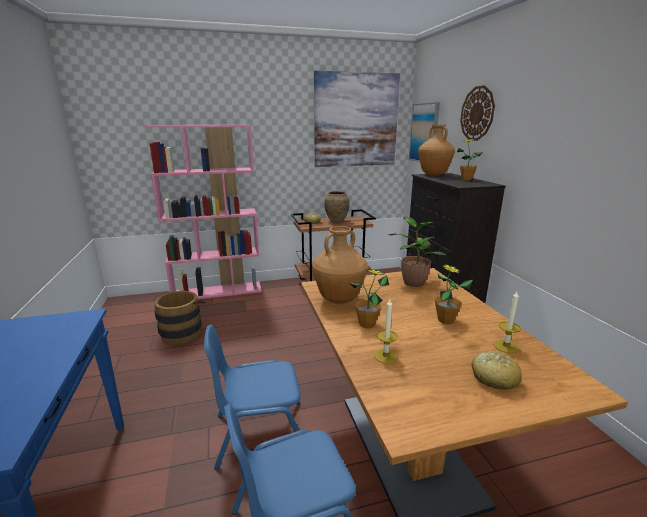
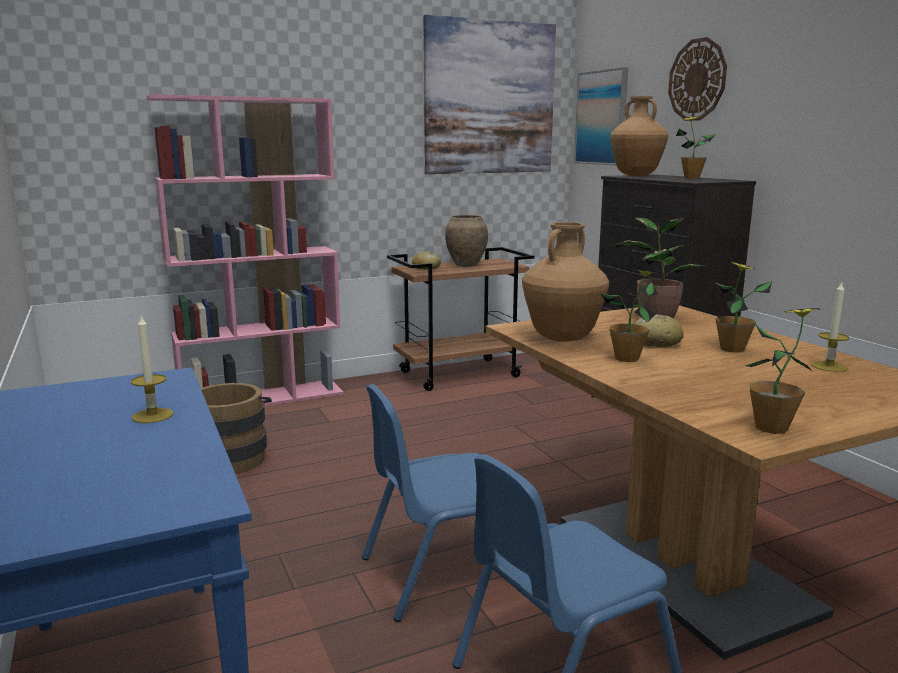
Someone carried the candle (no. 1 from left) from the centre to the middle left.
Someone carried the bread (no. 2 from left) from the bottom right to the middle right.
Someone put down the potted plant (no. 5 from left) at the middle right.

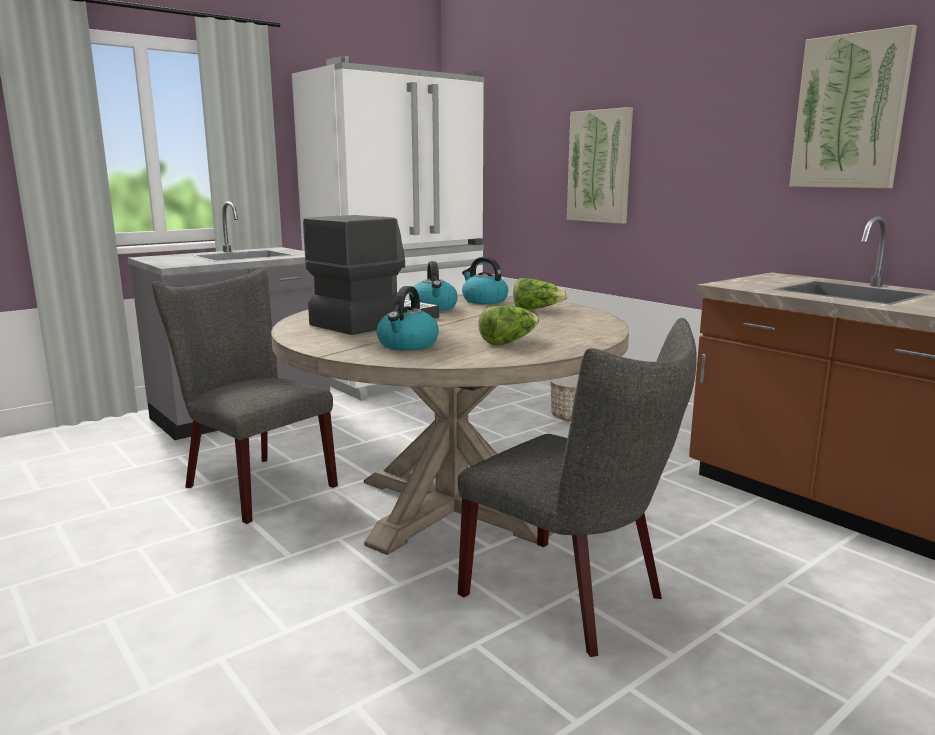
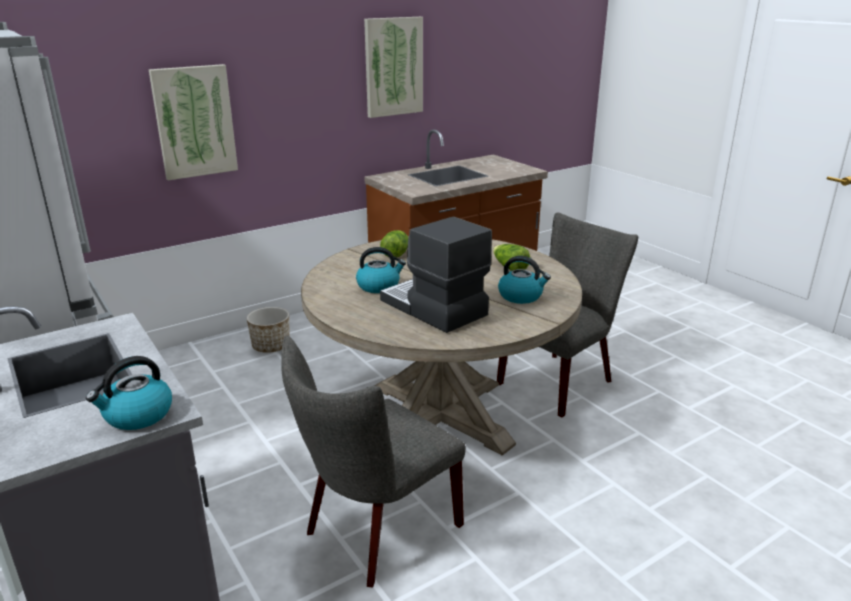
Someone carried the kettle (no. 3 from left in the first image) from the centre to the middle left.

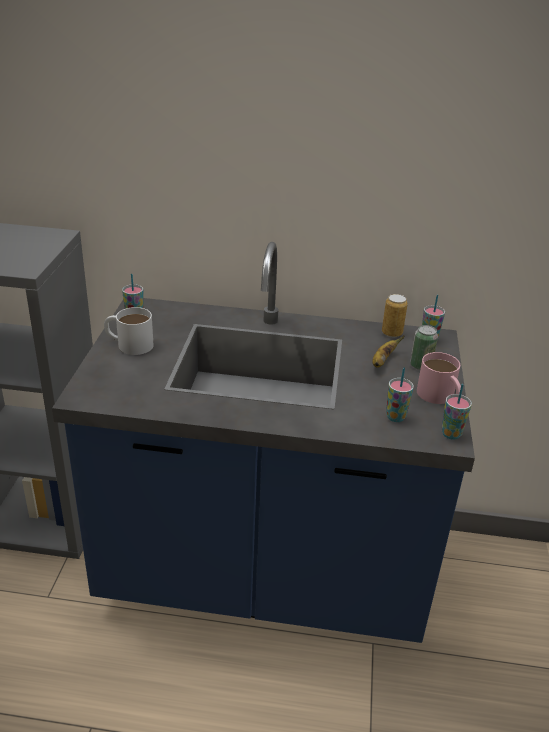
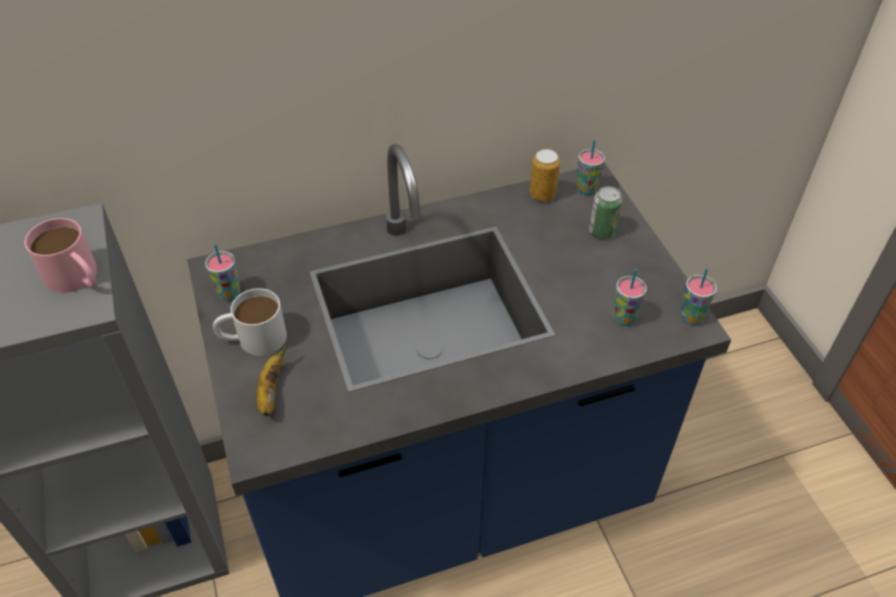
Someone carried the banana from the middle right to the middle left.
Someone carried the pink mug from the middle right to the middle left.

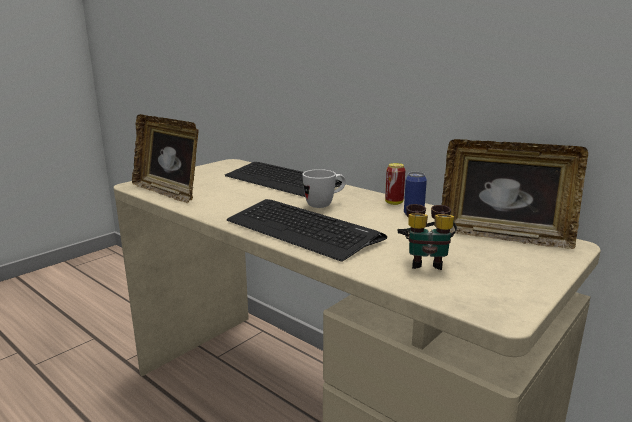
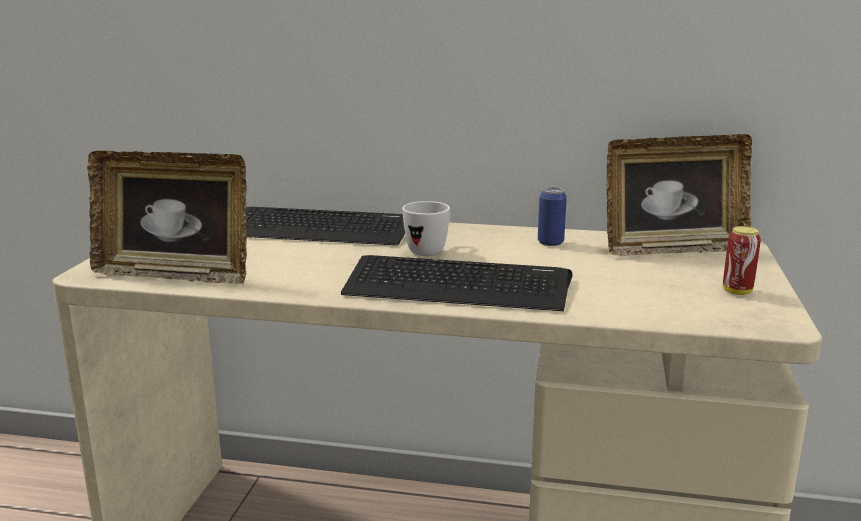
Someone carried the can (no. 1 from left in the first image) from the centre to the middle right.
Someone took away the binoculars at the middle right.

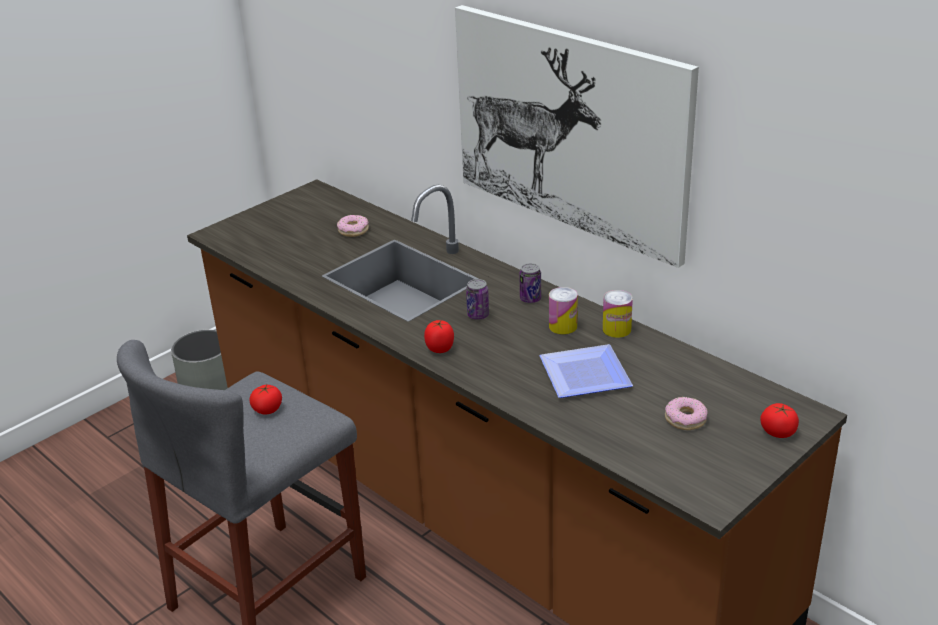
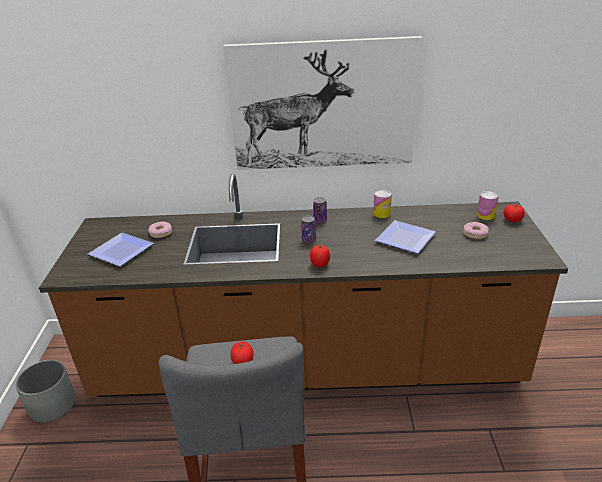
Someone carried the can (no. 3 from left in the first image) from the centre to the middle right.
Someone put down the plate (no. 1 from left) at the middle left.

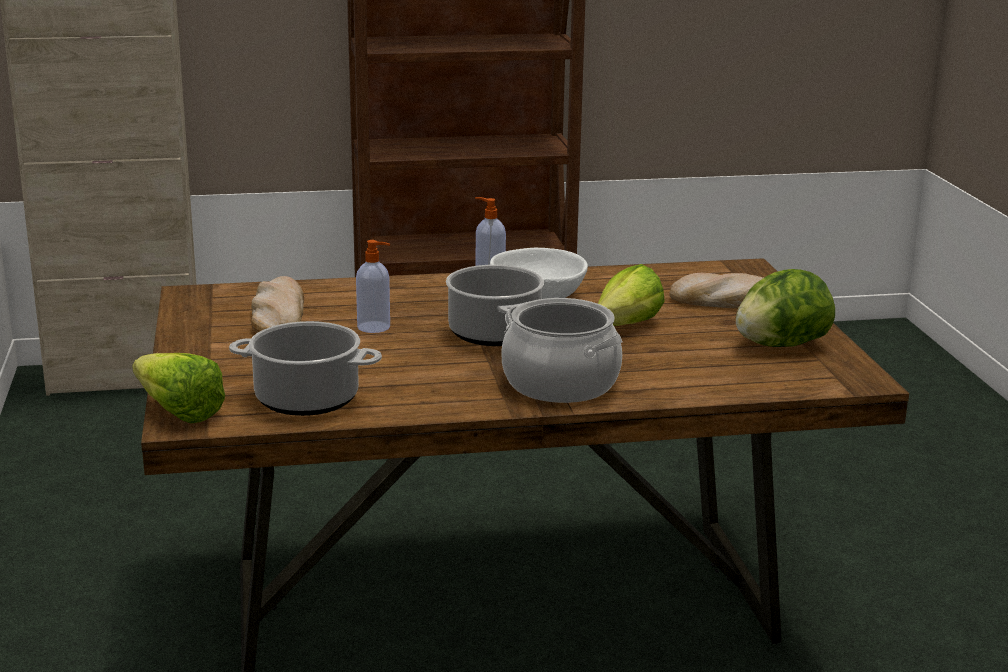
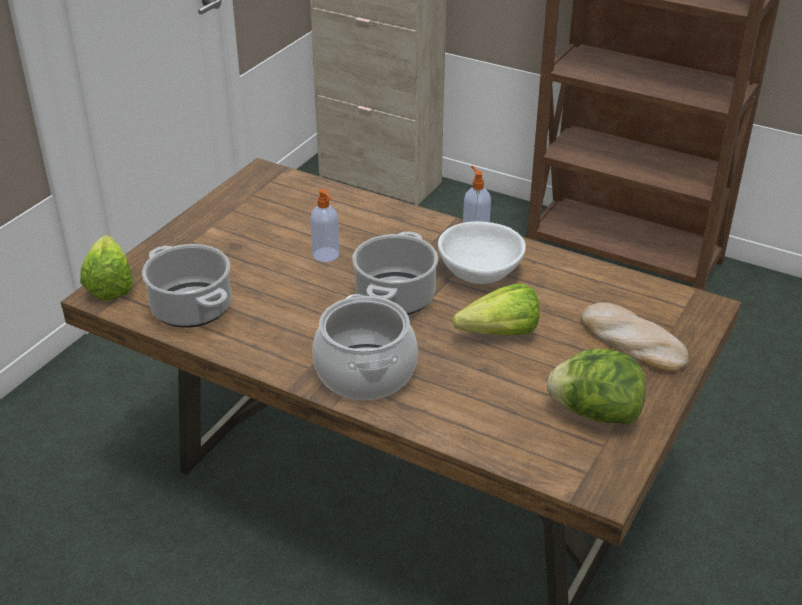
Someone took away the bread (no. 1 from left) at the middle left.

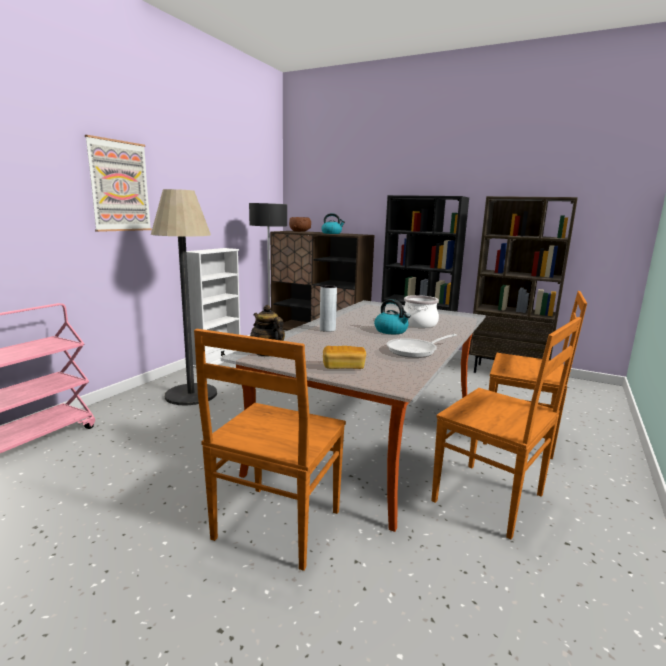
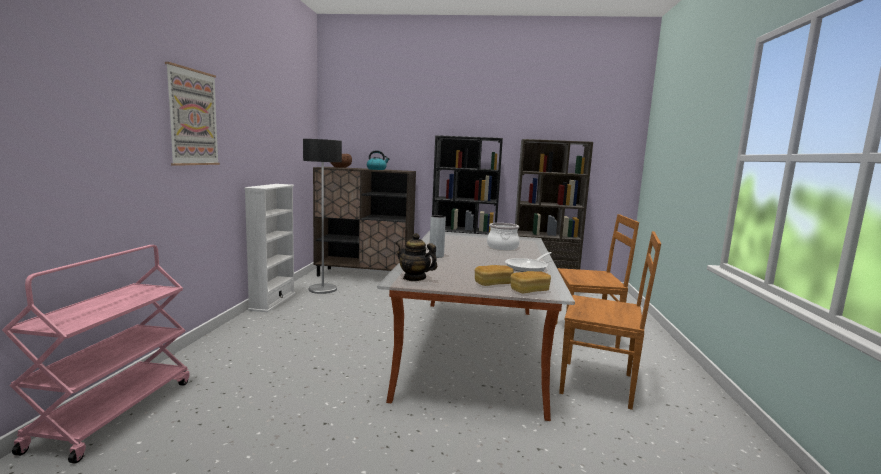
Someone took away the floor lamp (no. 1 from left) at the middle left.
Someone took away the kettle (no. 2 from left) at the centre.
Someone took away the brown chair (no. 1 from left) at the bottom centre.
Someone put down the bread (no. 2 from left) at the centre.

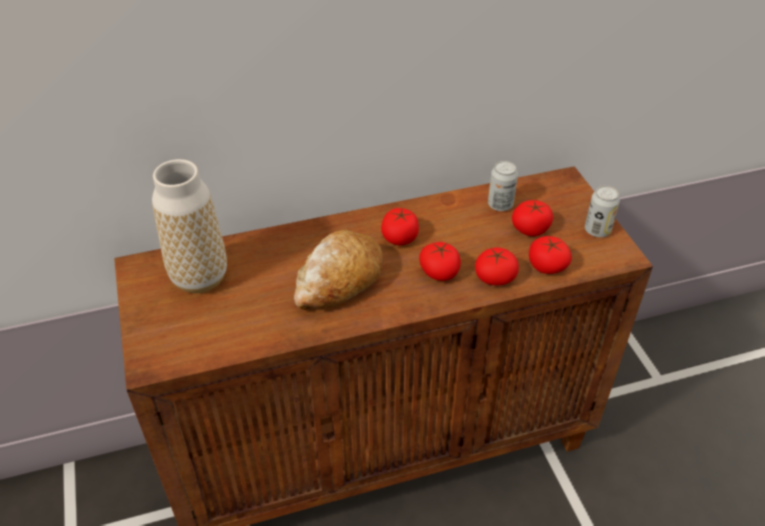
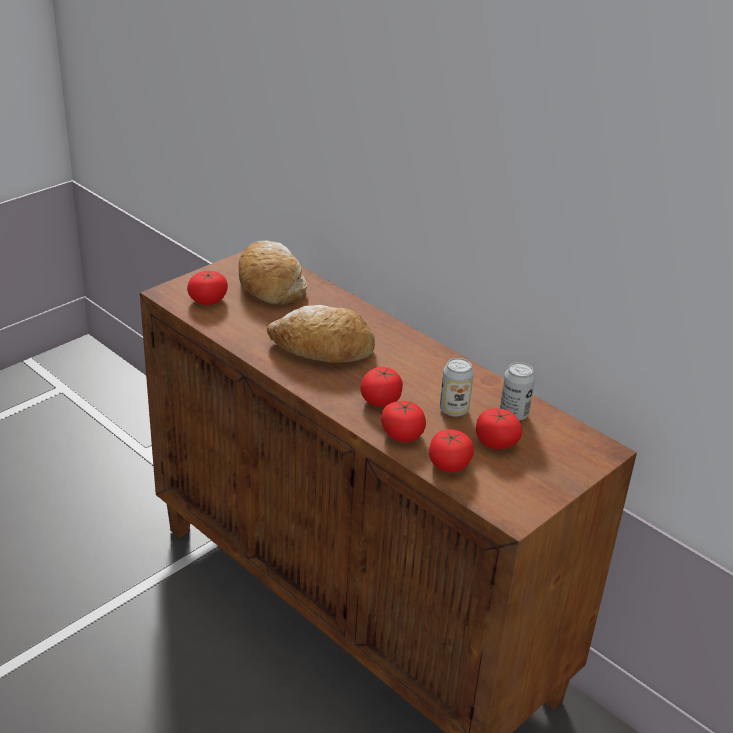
Someone swapped the vase at the middle left for the bread (no. 1 from left) at the centre.
Someone carried the can (no. 2 from left in the first image) from the middle right to the centre.
Someone carried the tomato (no. 1 from left) from the centre to the middle left.

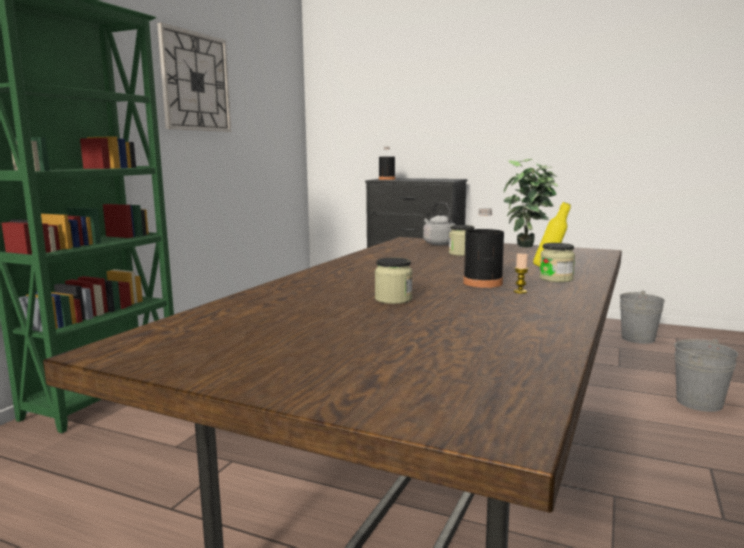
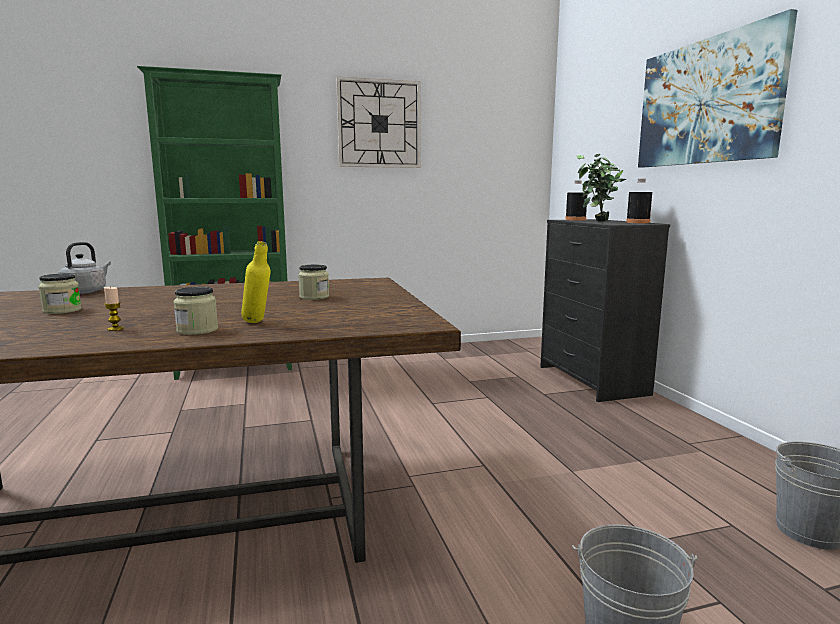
Someone carried the potted plant from the middle right to the top right.
Someone carried the grey kettle from the centre to the middle left.
Someone carried the black bottle (no. 2 from left) from the centre to the top right.
Someone put up the picture at the top right.

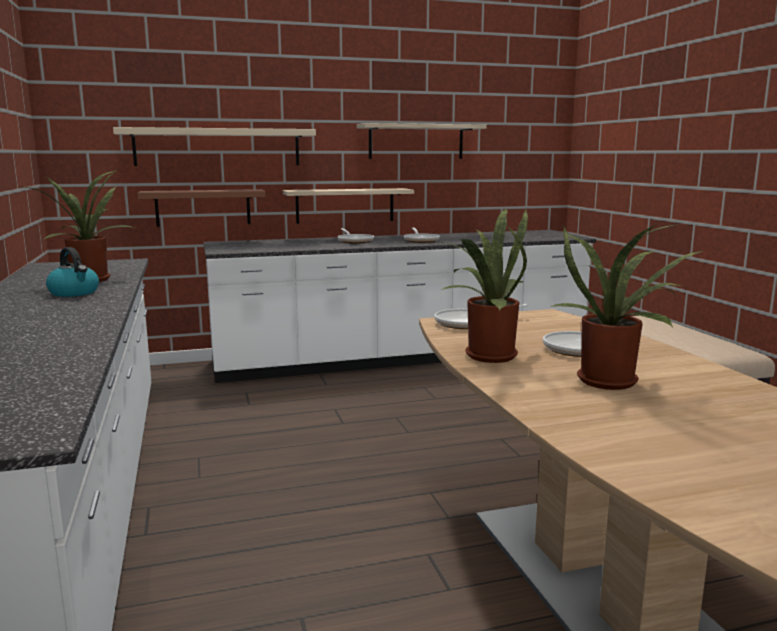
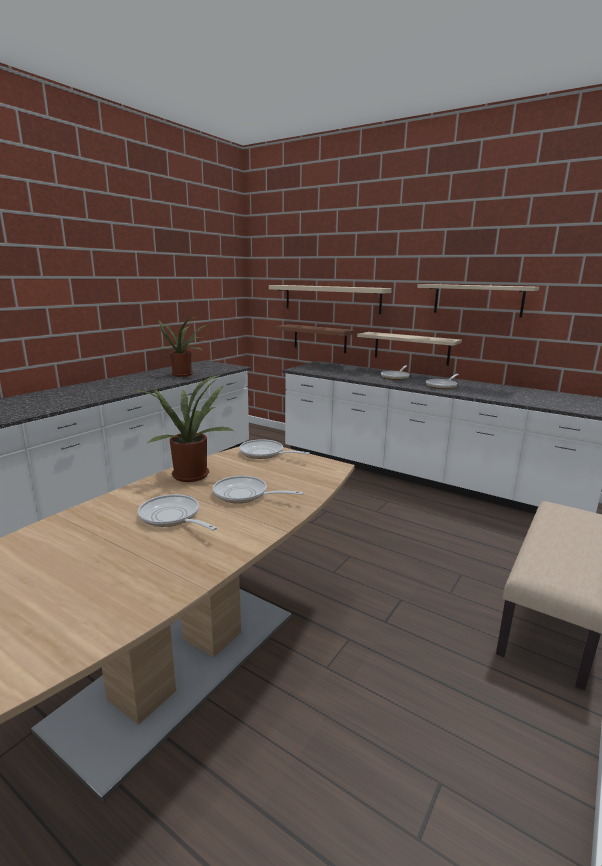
Someone swapped the potted plant (no. 3 from left) at the middle right for the frying pan (no. 1 from left) at the middle left.
Someone took away the kettle at the middle left.

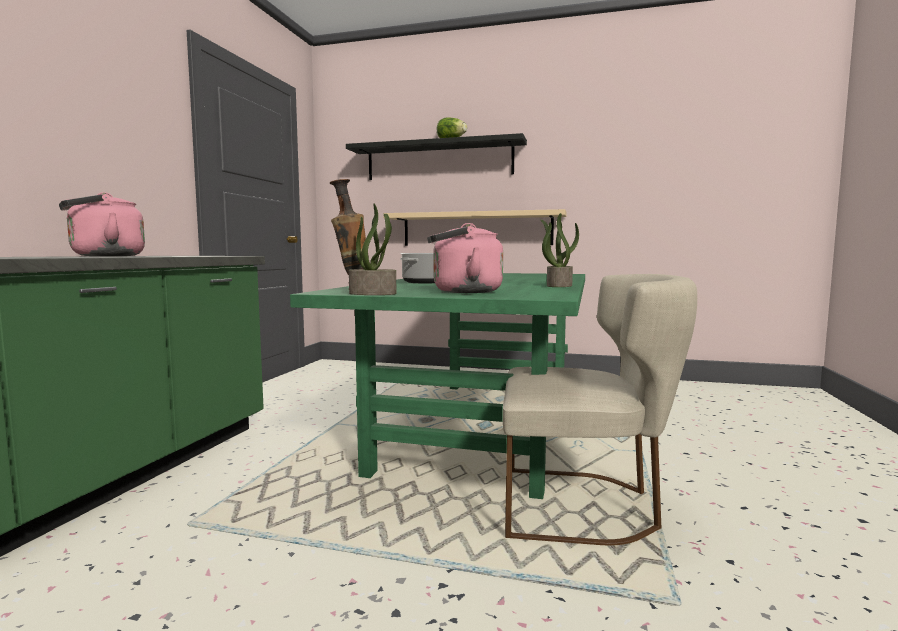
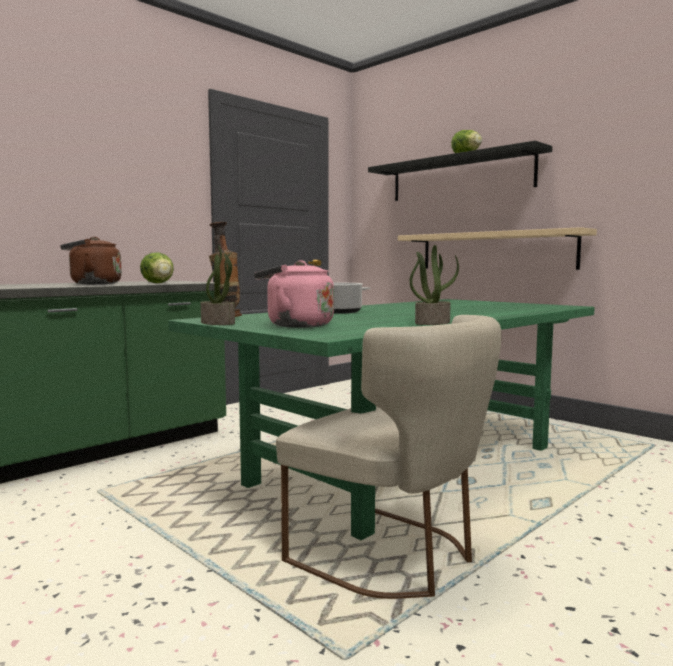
Someone repainted the pink kettle (no. 1 from left) at the middle left, which became the brown kettle at the middle left.
Someone put down the lettuce (no. 1 from left) at the middle left.

